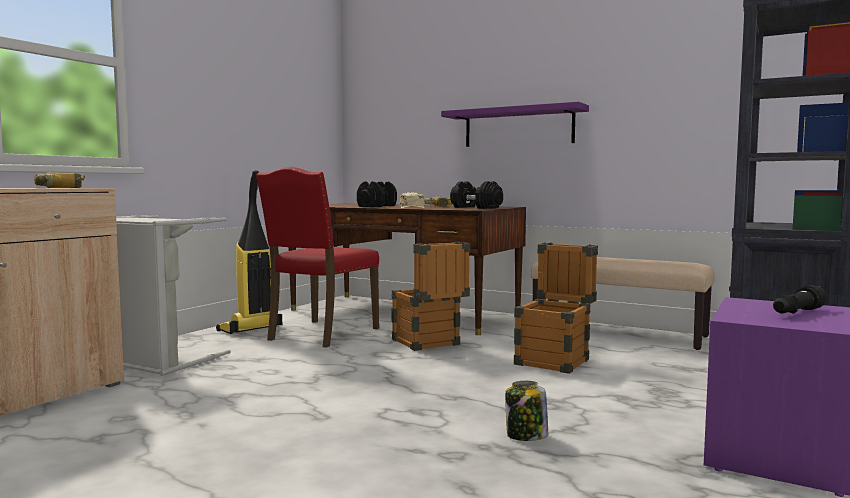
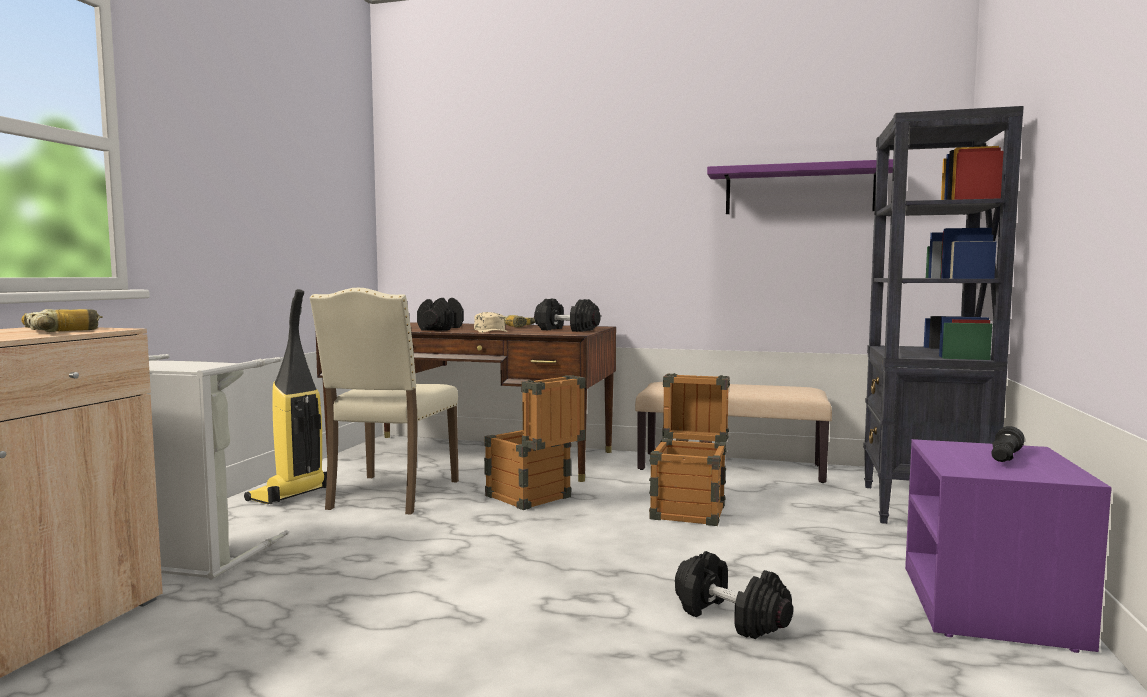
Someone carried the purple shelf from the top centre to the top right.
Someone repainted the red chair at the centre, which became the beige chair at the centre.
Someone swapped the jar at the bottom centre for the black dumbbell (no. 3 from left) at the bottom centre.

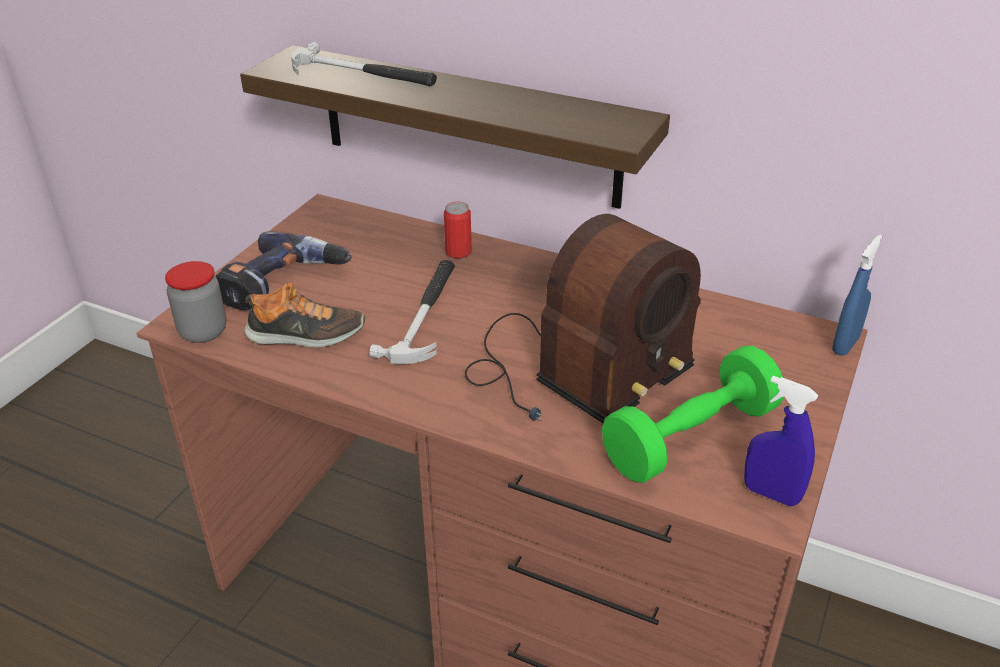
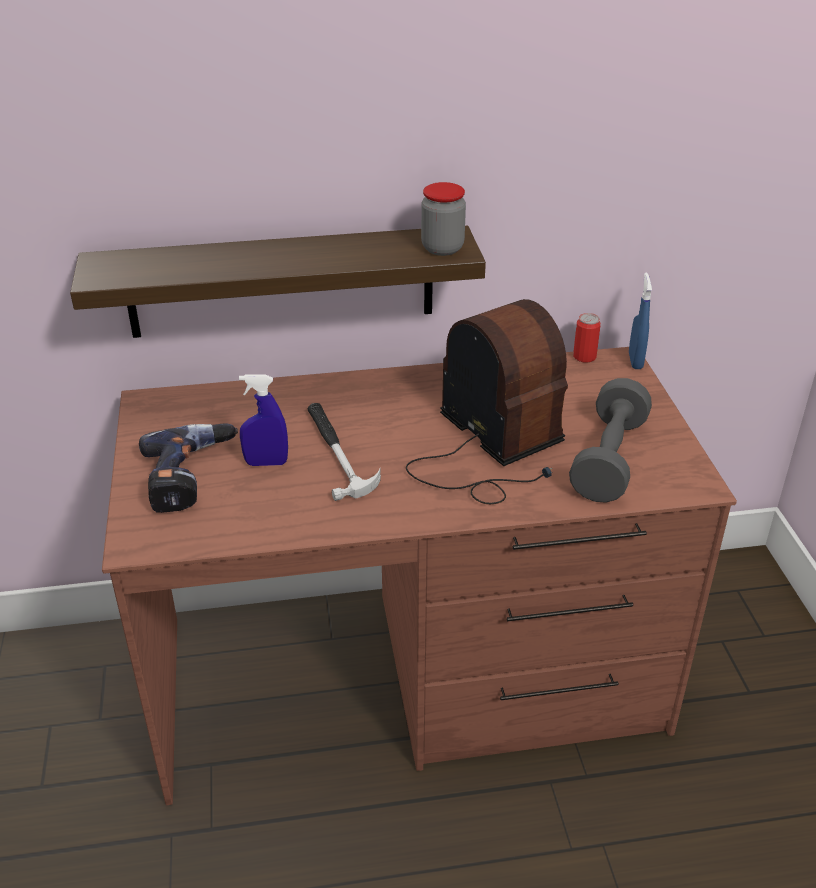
Someone took away the hammer (no. 1 from left) at the top centre.
Someone carried the can from the centre to the middle right.
Someone rotated the radio at the centre by 45 degrees counterclockwise.
Someone carried the jar from the middle left to the top centre.
Someone took away the shoe at the middle left.
Someone repainted the green dumbbell at the middle right, which became the grey dumbbell at the middle right.
Someone carried the blue spray bottle (no. 1 from left) from the middle right to the middle left.

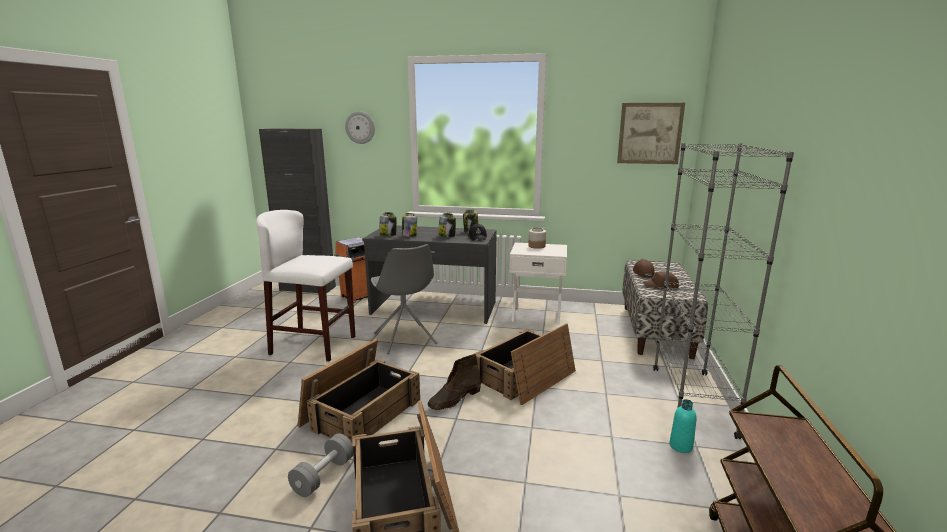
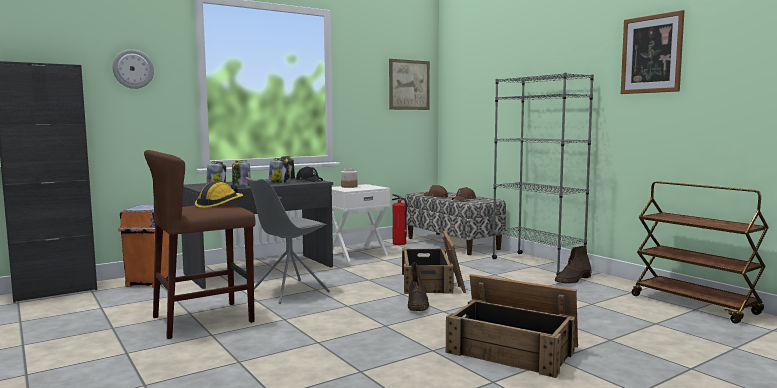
Someone repainted the white stool at the middle left, which became the brown stool at the middle left.
Someone rotated the grey chair at the centre by 120 degrees clockwise.
Someone took away the crate (no. 1 from left) at the bottom centre.
Someone swapped the turquoise bottle at the bottom right for the brown boot (no. 2 from left) at the bottom right.
Someone took away the grey dumbbell at the bottom centre.
Someone put up the picture (no. 2 from left) at the top right.
Someone put down the hard hat at the middle left.
Someone put down the fire extinguisher at the centre.

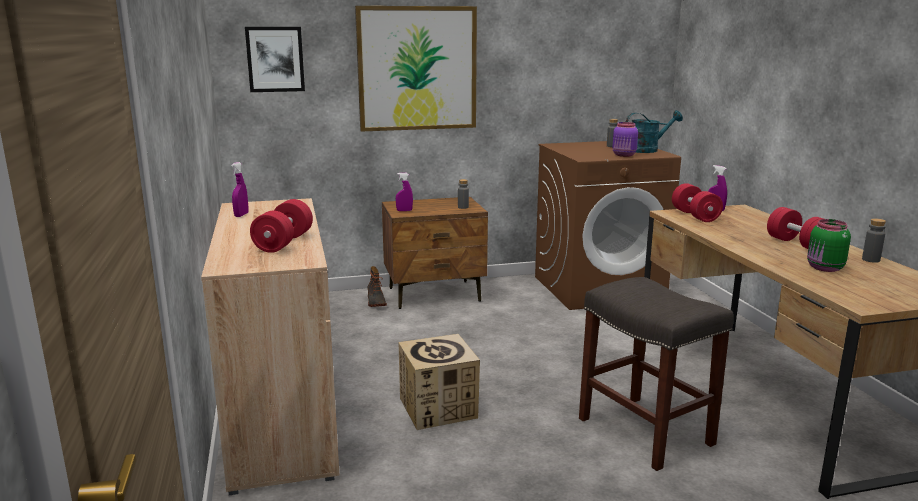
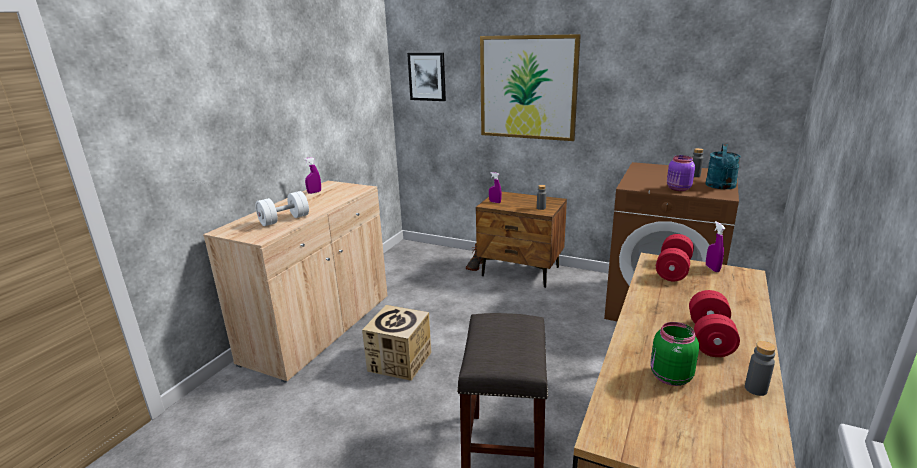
Someone rotated the turquoise watering can at the top right by 90 degrees clockwise.
Someone repainted the red dumbbell (no. 1 from left) at the middle left, which became the white dumbbell at the middle left.

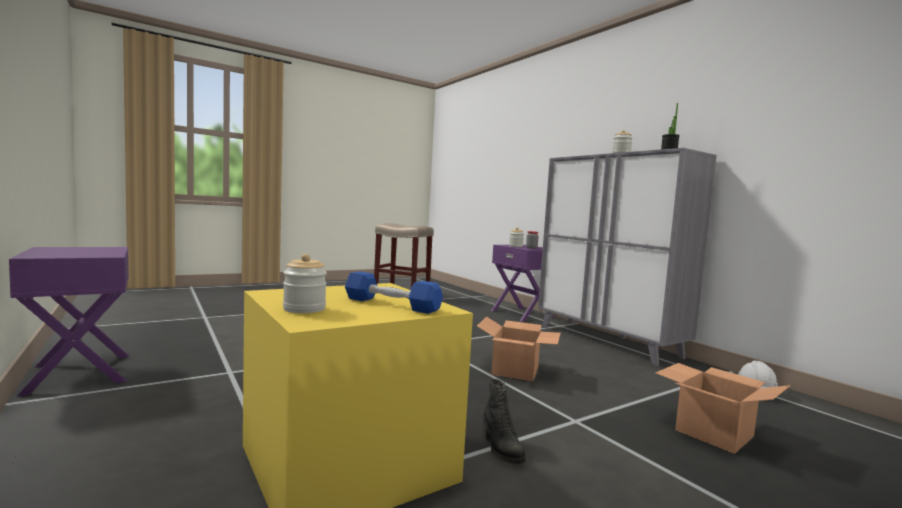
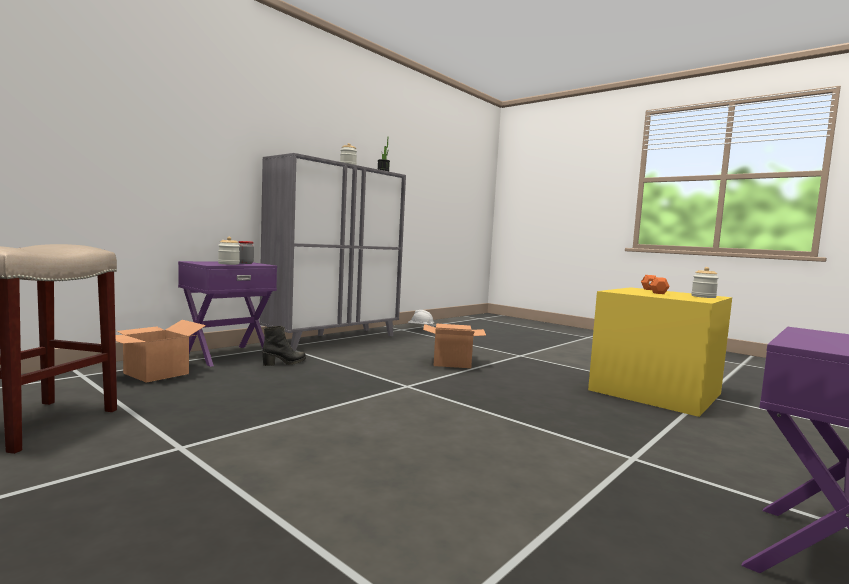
Someone repainted the blue dumbbell at the centre, which became the orange dumbbell at the middle right.
Someone carried the cardboard box (no. 2 from left in the first image) from the bottom right to the middle left.
Someone carried the black boot from the bottom centre to the centre.

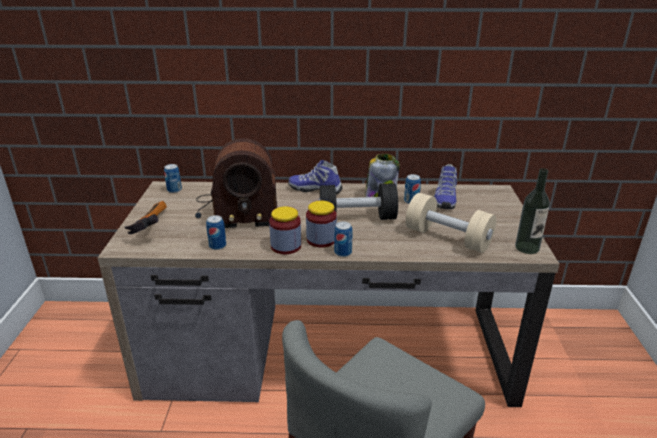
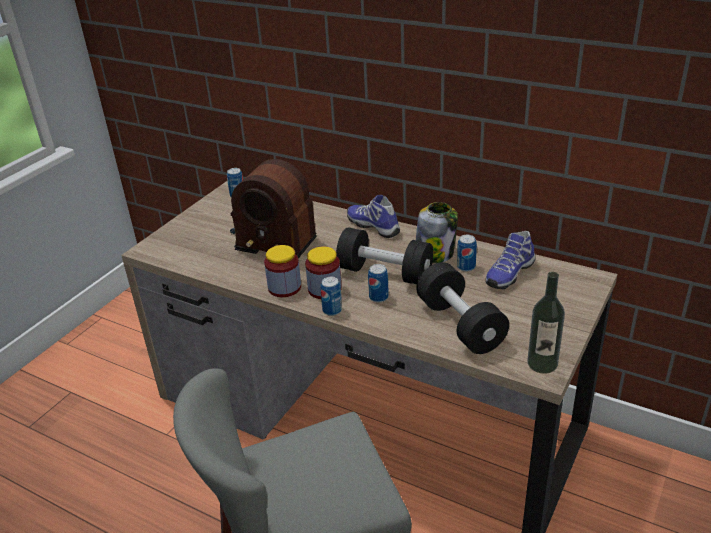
Someone repainted the beige dumbbell at the middle right, which became the black dumbbell (no. 2 from left) at the centre.
Someone took away the hammer at the middle left.
Someone carried the can (no. 2 from left in the first image) from the middle left to the centre.

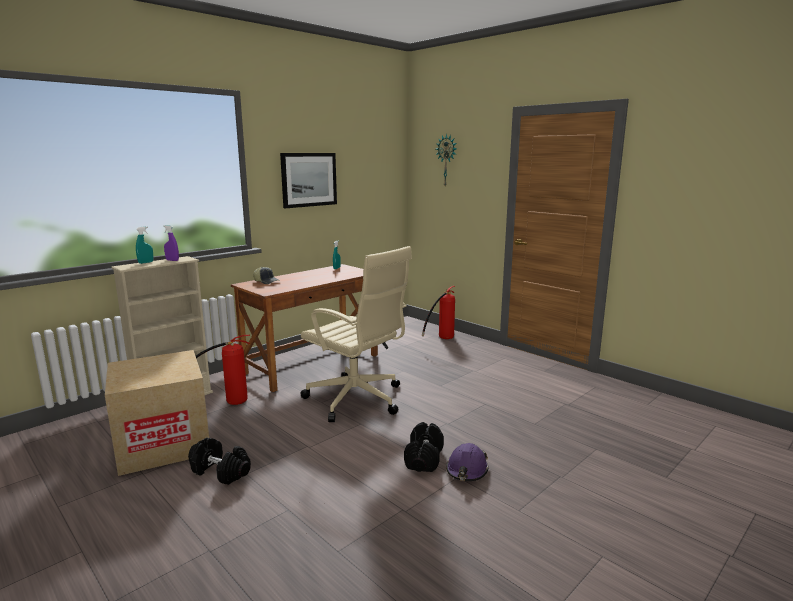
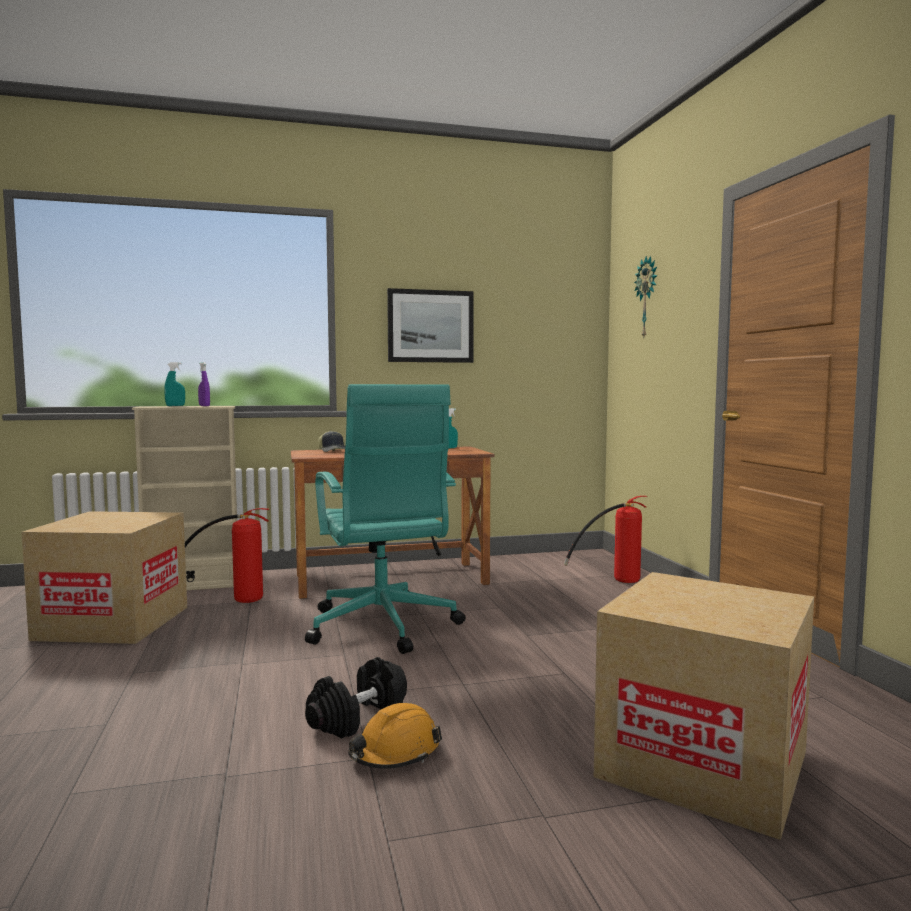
Someone repainted the beige office chair at the centre, which became the turquoise office chair at the centre.
Someone took away the black dumbbell (no. 1 from left) at the bottom left.
Someone repainted the purple hard hat at the bottom centre, which became the orange hard hat at the bottom centre.
Someone put down the cardboard box (no. 2 from left) at the bottom right.

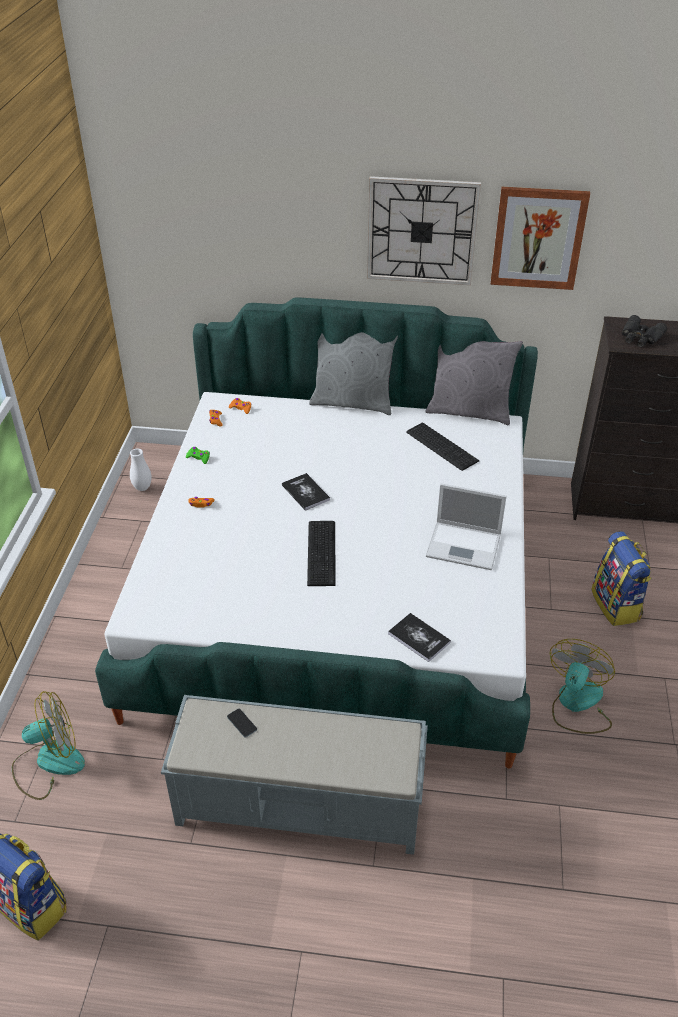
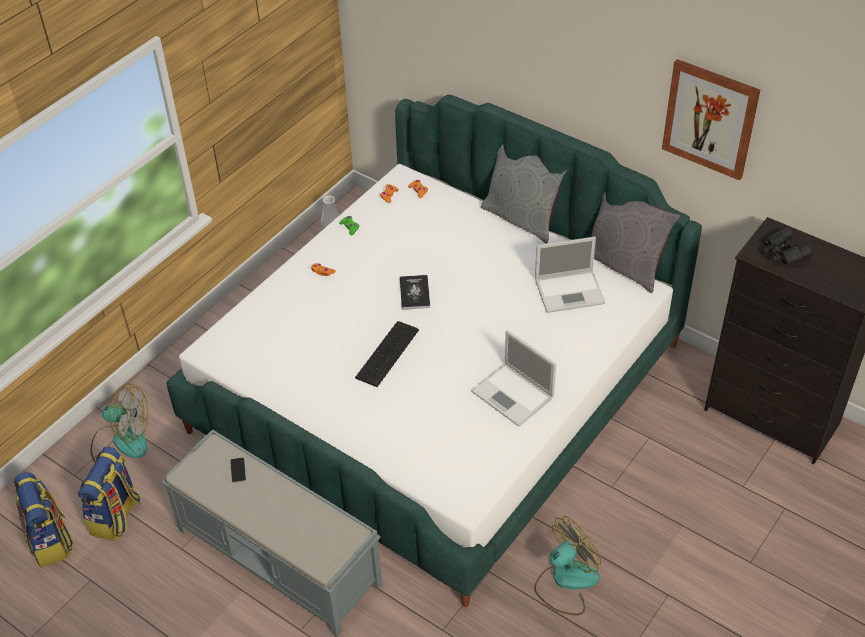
Someone took away the wall clock at the top centre.
Someone swapped the keyboard (no. 2 from left) at the centre for the laptop (no. 2 from left) at the centre.
Someone carried the backpack (no. 2 from left) from the middle right to the bottom left.
Someone took away the book (no. 2 from left) at the centre.

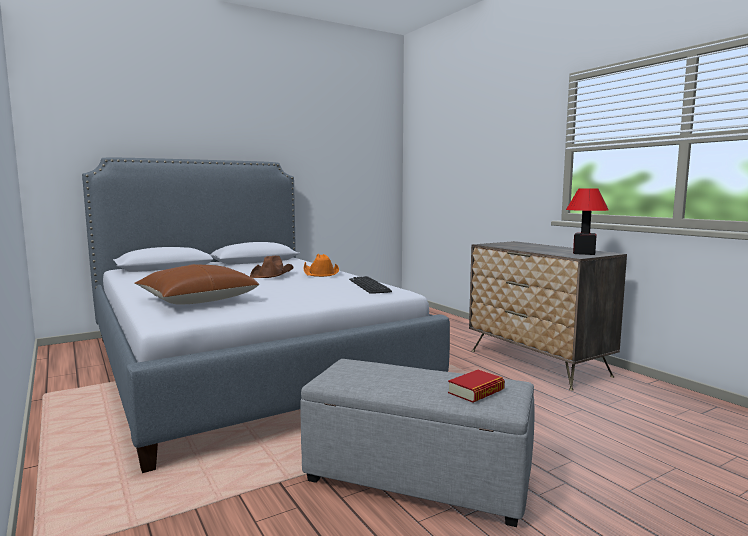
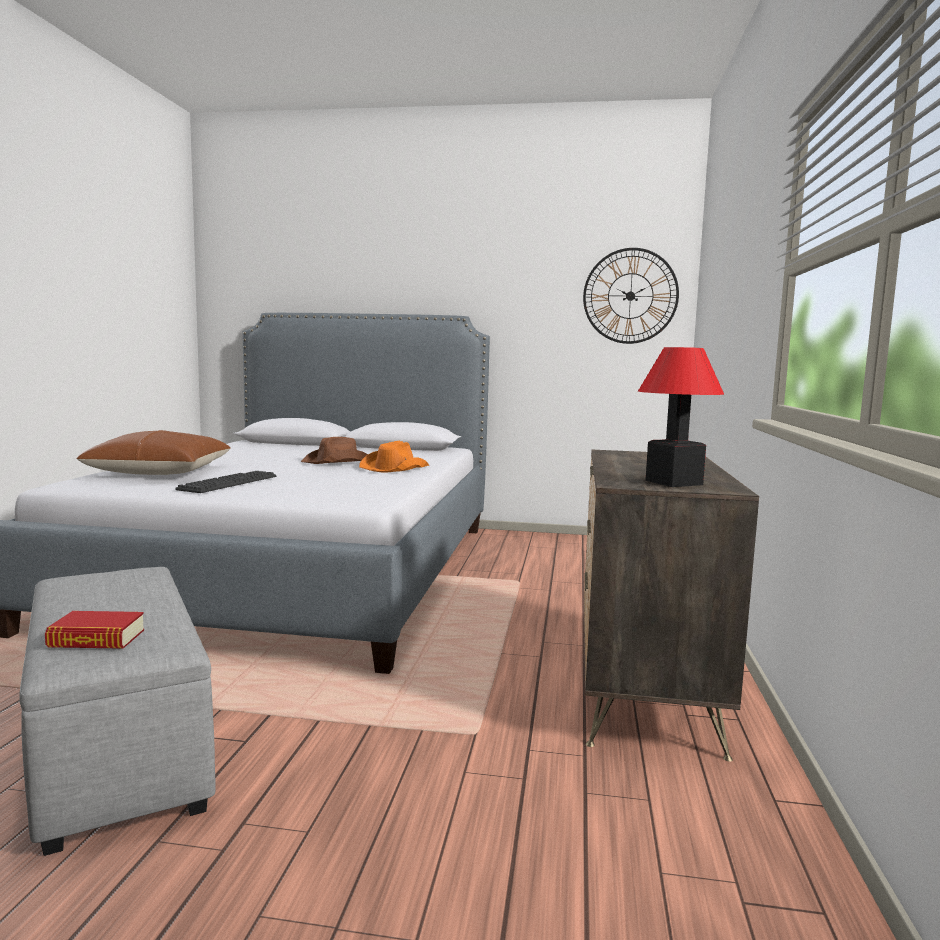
Someone carried the keyboard from the centre to the middle left.
Someone put up the wall clock at the top right.

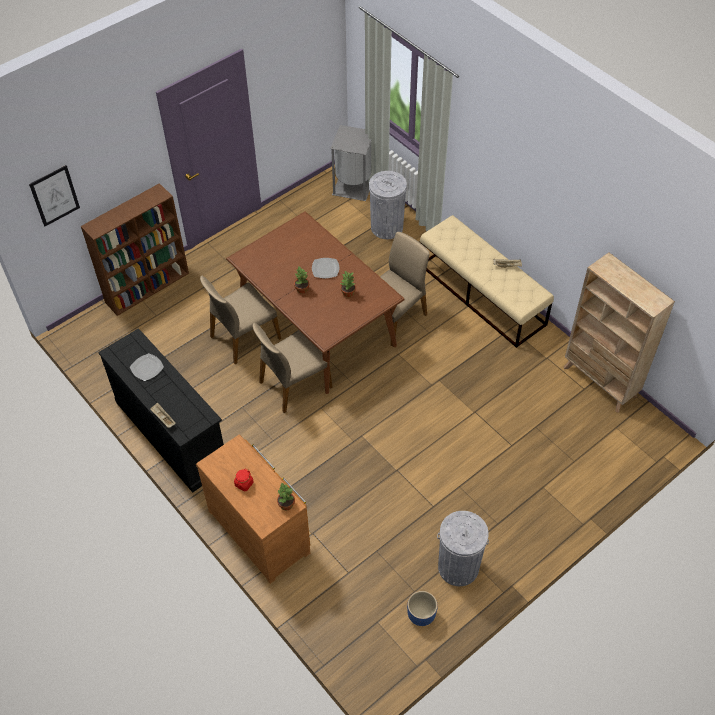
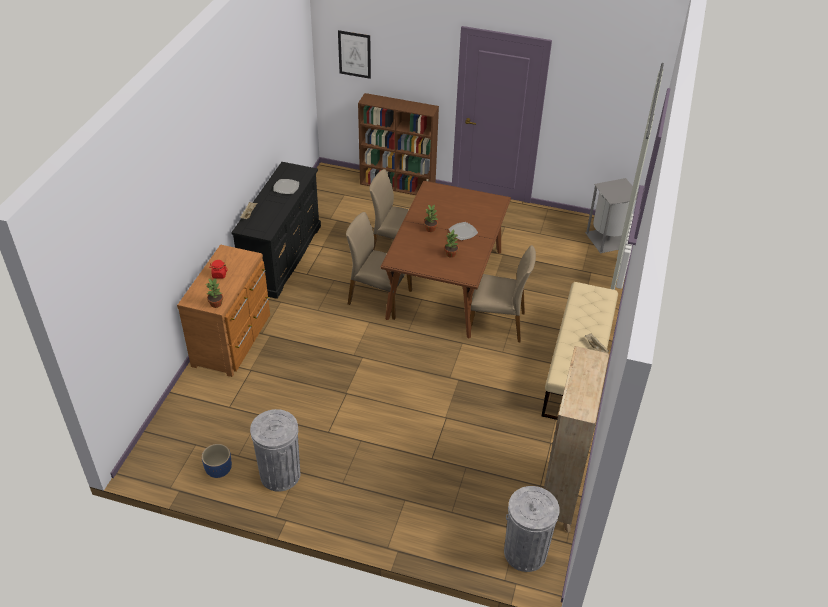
Someone carried the grey trash can (no. 2 from left) from the top centre to the bottom centre.

